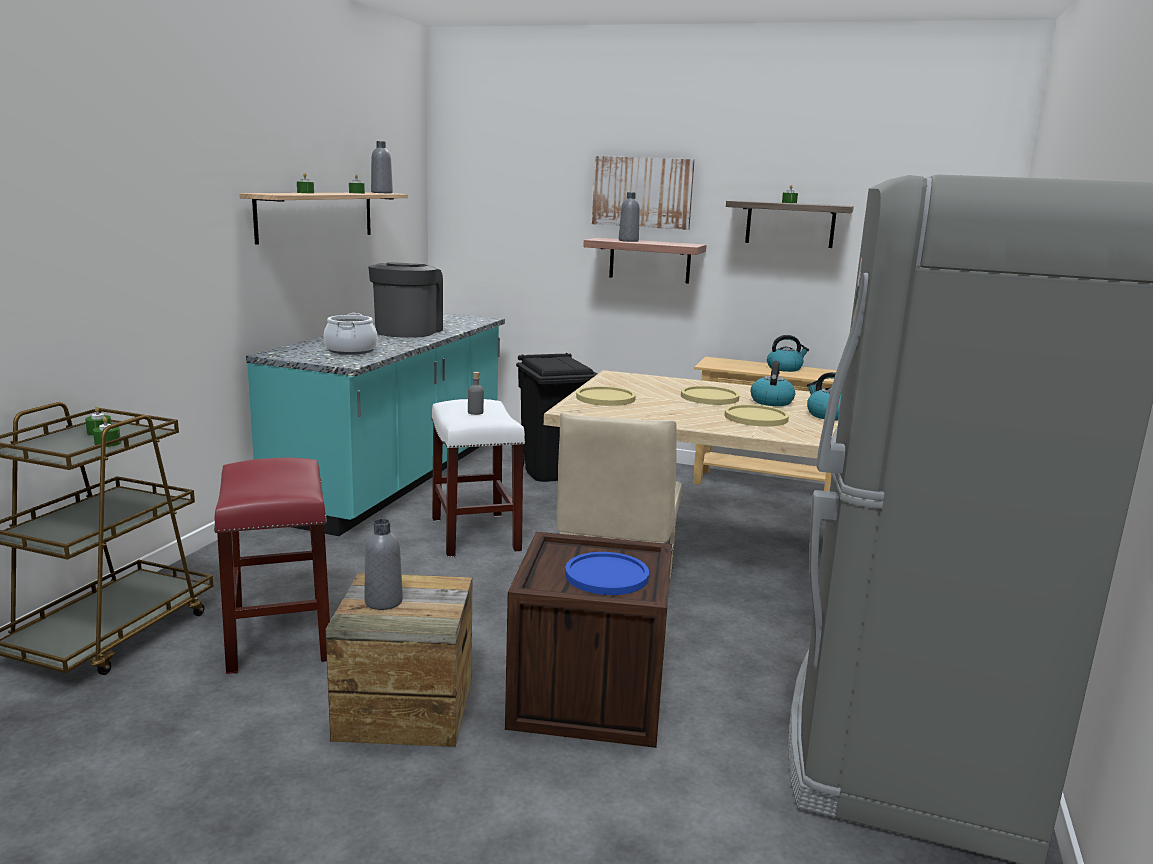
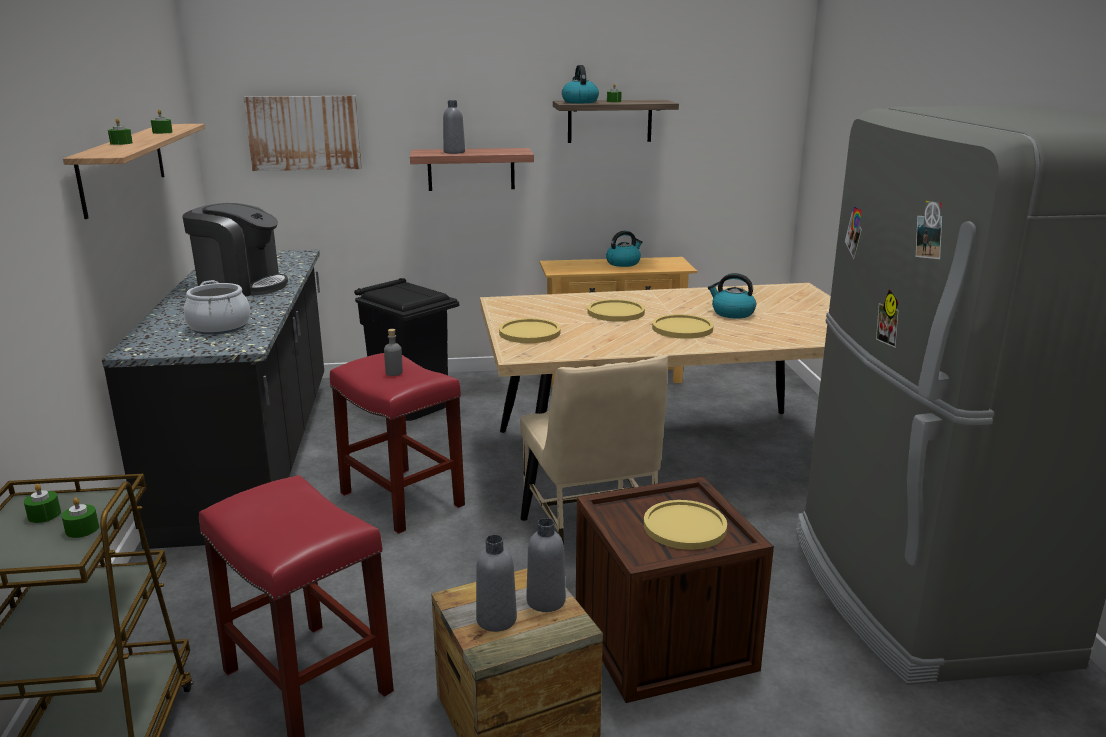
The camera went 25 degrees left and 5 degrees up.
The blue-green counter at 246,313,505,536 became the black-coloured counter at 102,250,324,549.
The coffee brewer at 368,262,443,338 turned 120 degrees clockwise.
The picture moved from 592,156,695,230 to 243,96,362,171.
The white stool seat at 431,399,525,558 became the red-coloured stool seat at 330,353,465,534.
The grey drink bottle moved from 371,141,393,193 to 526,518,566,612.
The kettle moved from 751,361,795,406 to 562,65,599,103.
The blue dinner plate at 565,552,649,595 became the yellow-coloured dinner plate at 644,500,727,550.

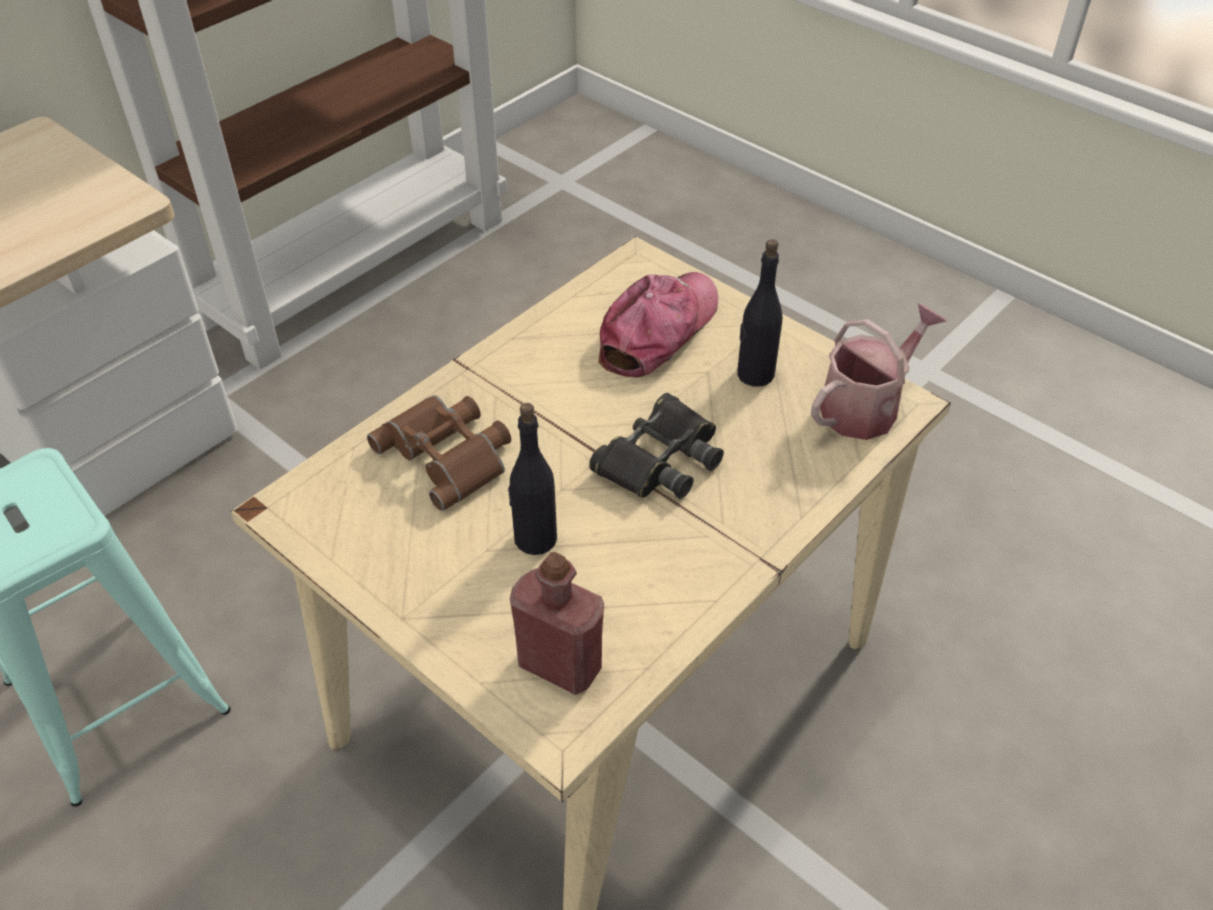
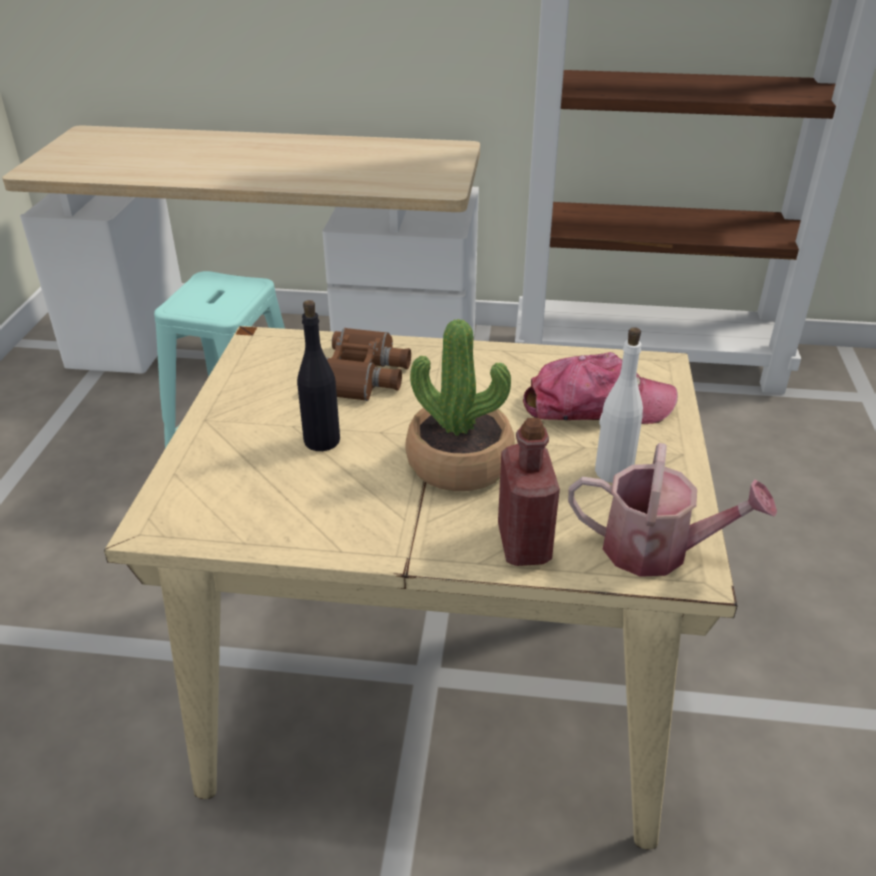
The camera went 55 degrees right and 10 degrees down.
The black-coloured binoculars at 589,393,724,499 was replaced by the houseplant at 405,319,515,491.
The red-coloured drink bottle moved from 510,552,604,695 to 498,418,560,566.
The black-coloured drink bottle at 737,239,782,387 became the white drink bottle at 595,327,643,483.

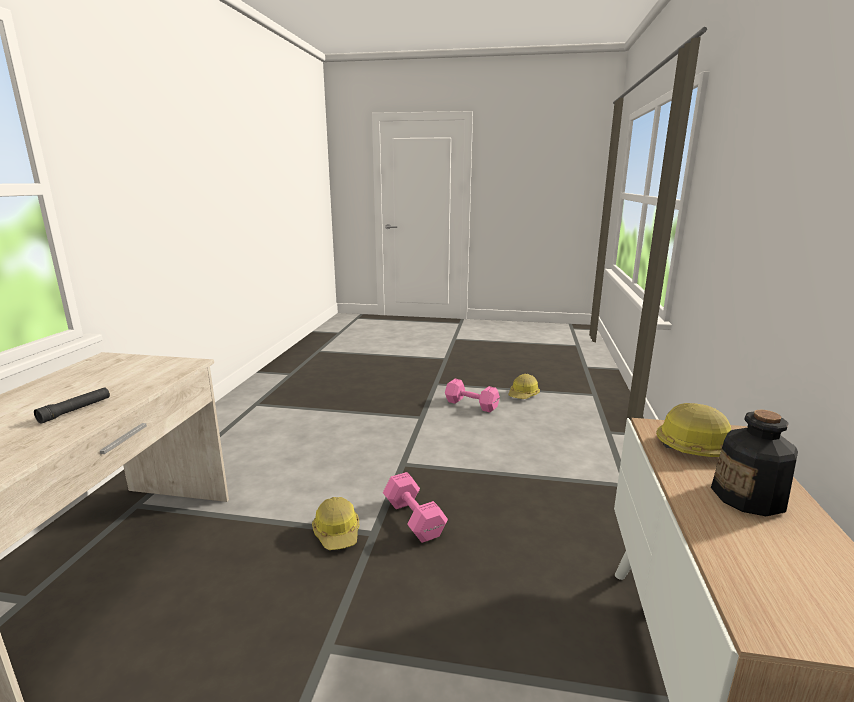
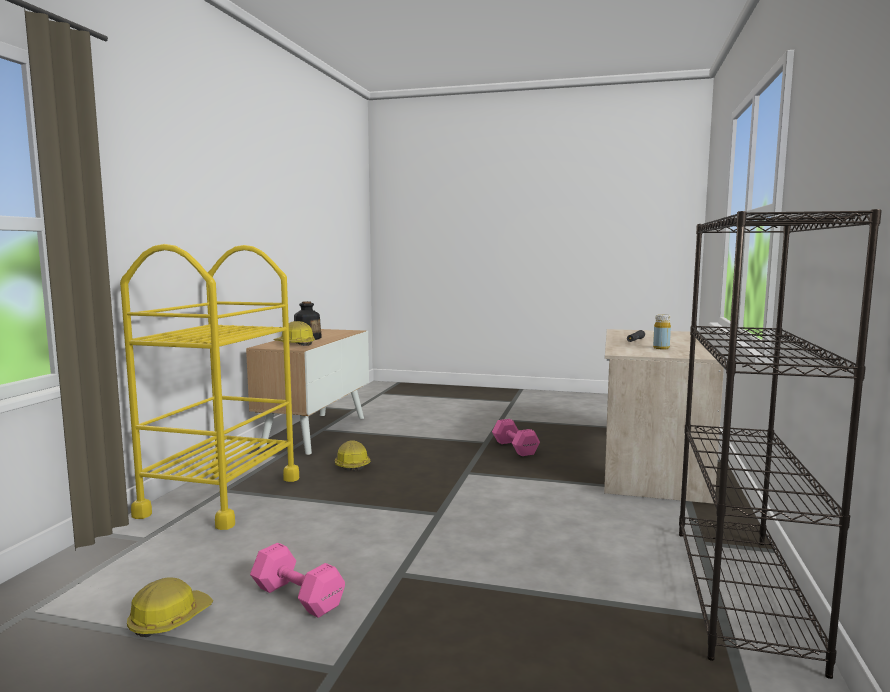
The camera went 175 degrees left and 10 degrees down.
The yellow-coloured cart at 120,244,299,530 appeared.
The hard hat moved from 312,497,359,550 to 335,440,371,471.
The pink-coloured dumbbell moved from 383,472,448,543 to 492,419,540,456.
The yellow-coloured drink bottle at 653,314,671,349 appeared.
The black-coloured bookshelf at 679,209,882,679 appeared.

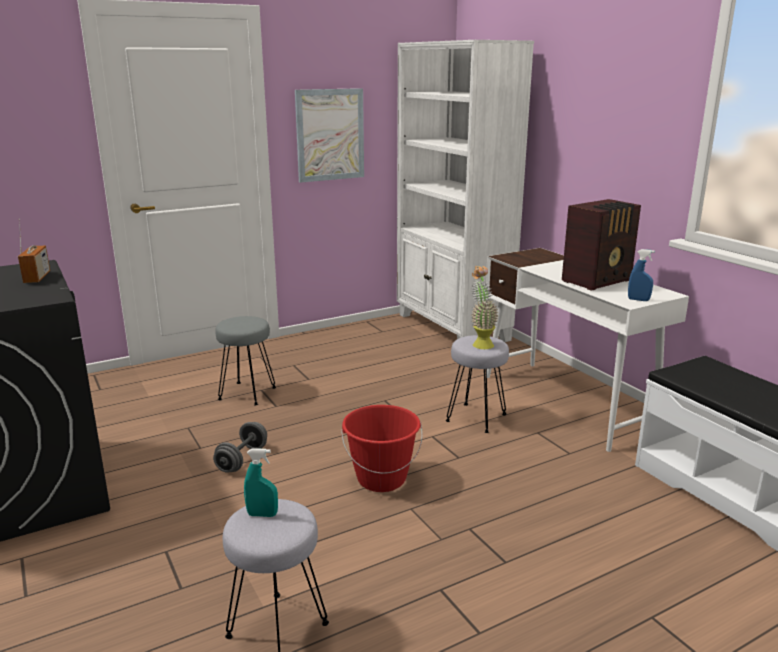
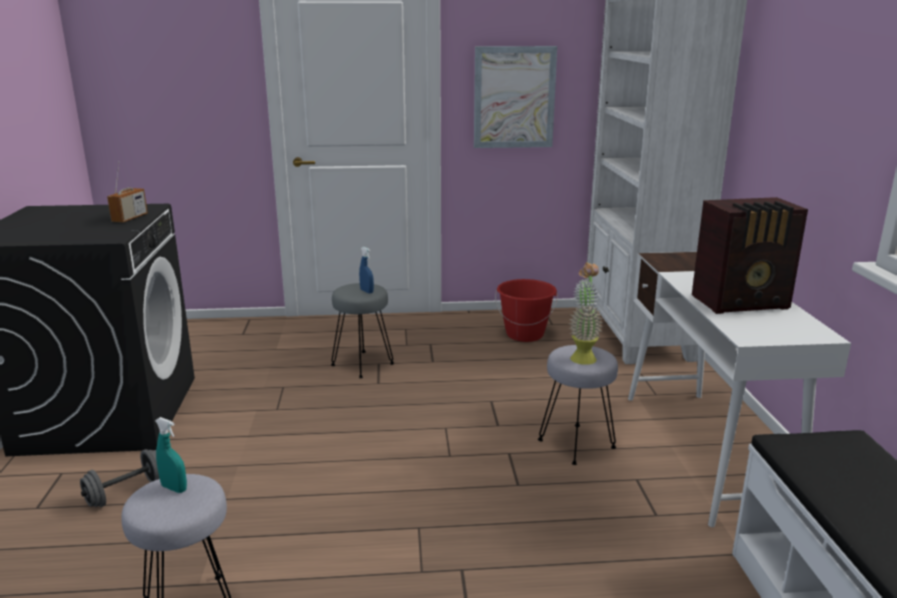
The camera went 25 degrees right and 0 degrees up.
The grey dumbbell moved from 213,422,267,473 to 80,449,160,507.
The blue spray bottle moved from 628,249,655,301 to 359,247,374,293.
The red-coloured pail moved from 341,405,423,492 to 495,279,558,342.

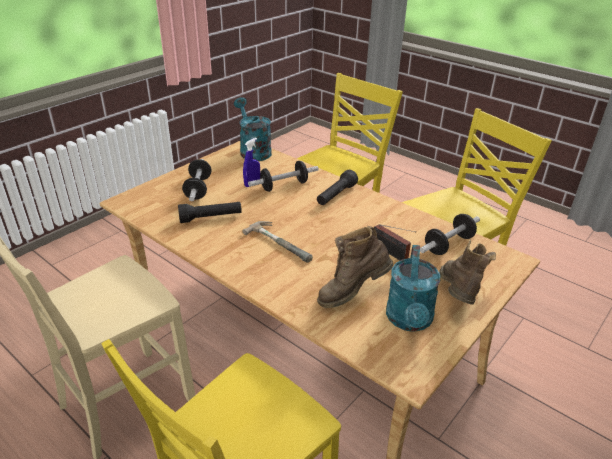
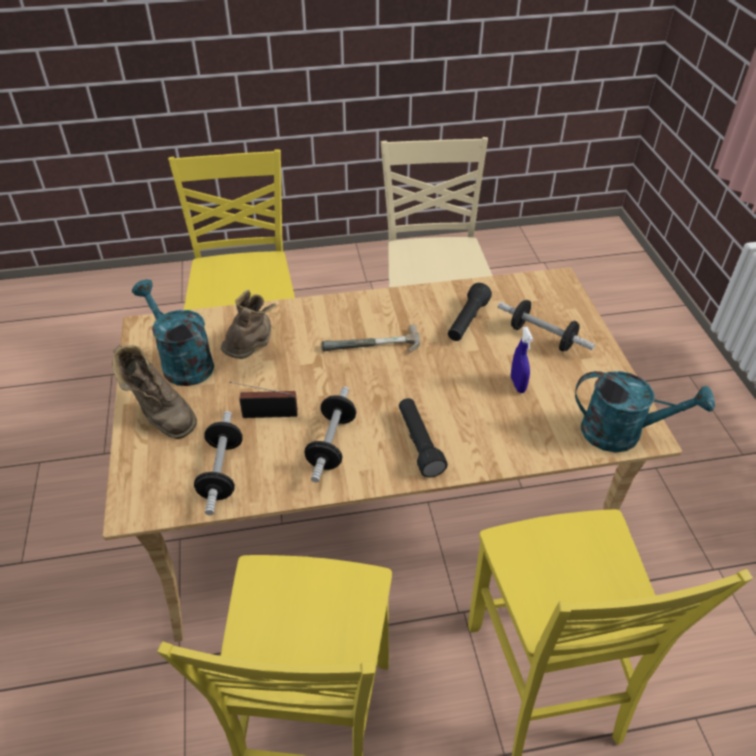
The camera went 130 degrees right and 10 degrees up.
The dumbbell moved from 248,161,319,192 to 304,387,356,483.

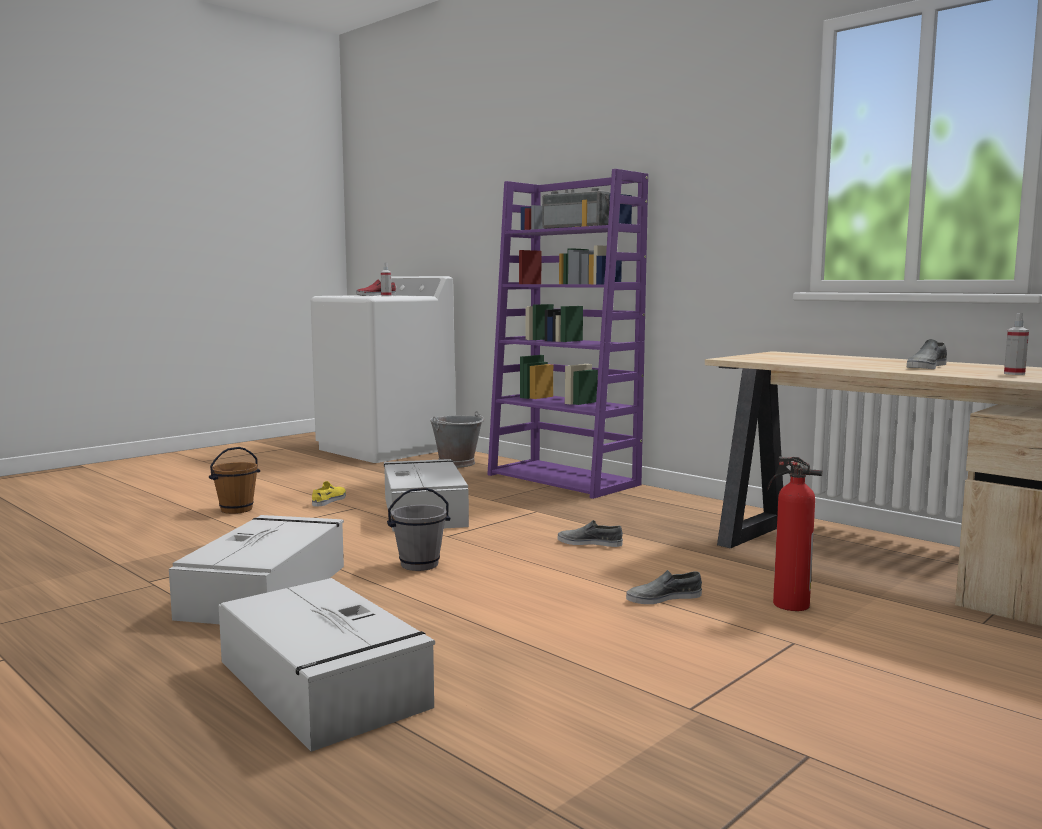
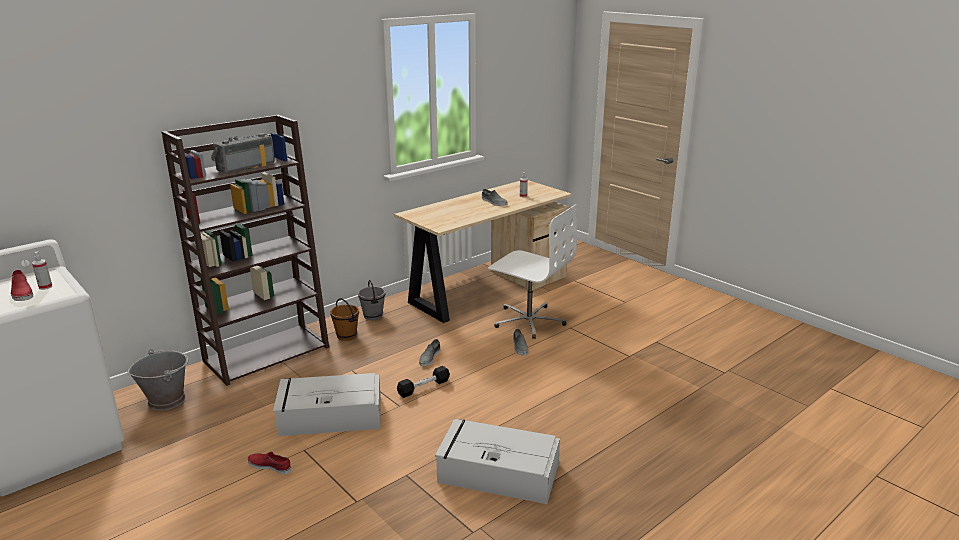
The camera went 85 degrees left and 15 degrees up.
The purplish bookshelf at 487,169,648,499 became the brown bookshelf at 162,115,329,386.
The yellow-coloured shoe at 312,481,346,507 became the red-coloured shoe at 248,452,291,474.
The brown pail moved from 209,447,260,514 to 330,298,359,341.
The grey pail moved from 387,487,450,571 to 358,280,385,321.
The black-coloured dumbbell at 397,366,450,398 appeared.
The fire extinguisher at 767,456,822,611 was replaced by the white computer chair at 488,204,577,339.
The grey storage box at 219,578,435,752 disappeared.

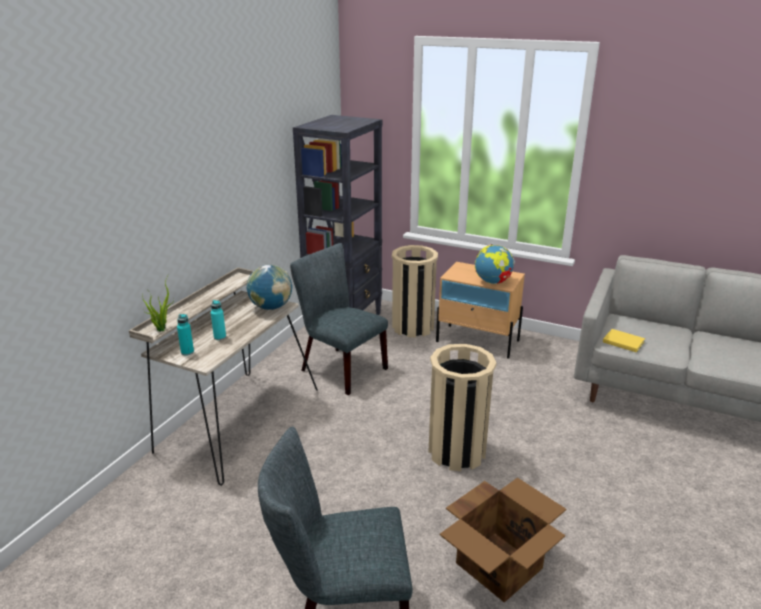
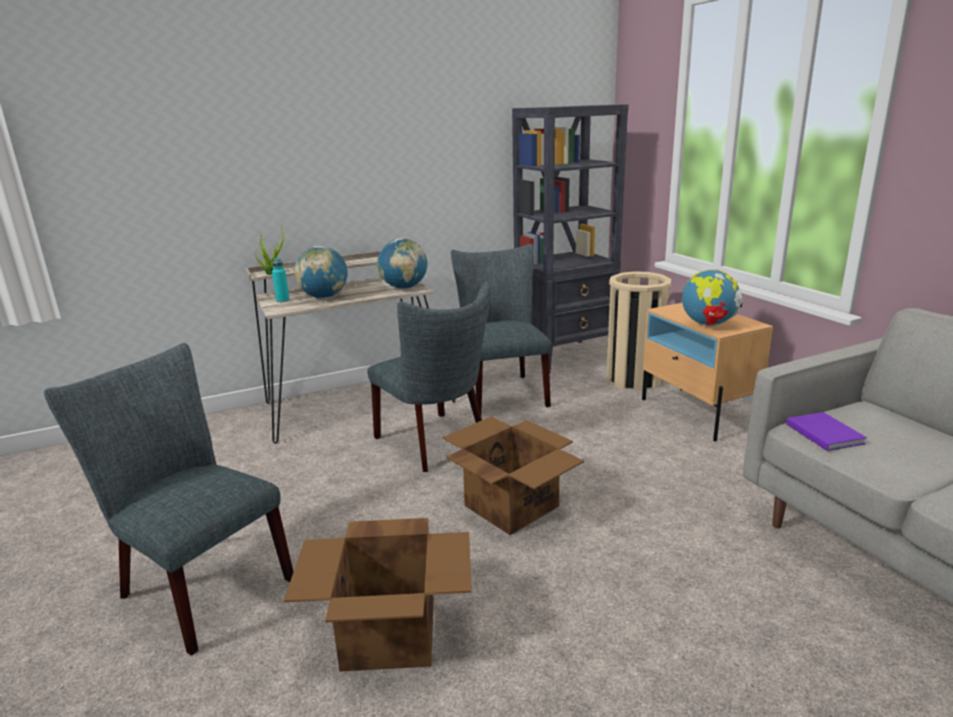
The camera went 40 degrees right and 5 degrees down.
The blue-green drink bottle at 211,300,226,340 was replaced by the globe at 295,246,348,299.
The grey plain chair at 367,282,491,472 appeared.
The beige trash can at 428,344,496,471 was replaced by the cardboard box at 443,417,584,535.
The yellow-coloured book at 603,329,645,352 became the purplish book at 786,412,867,451.

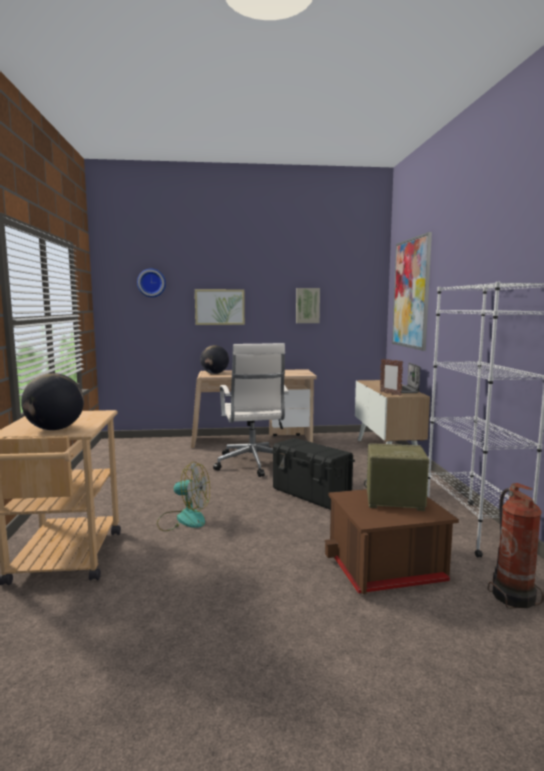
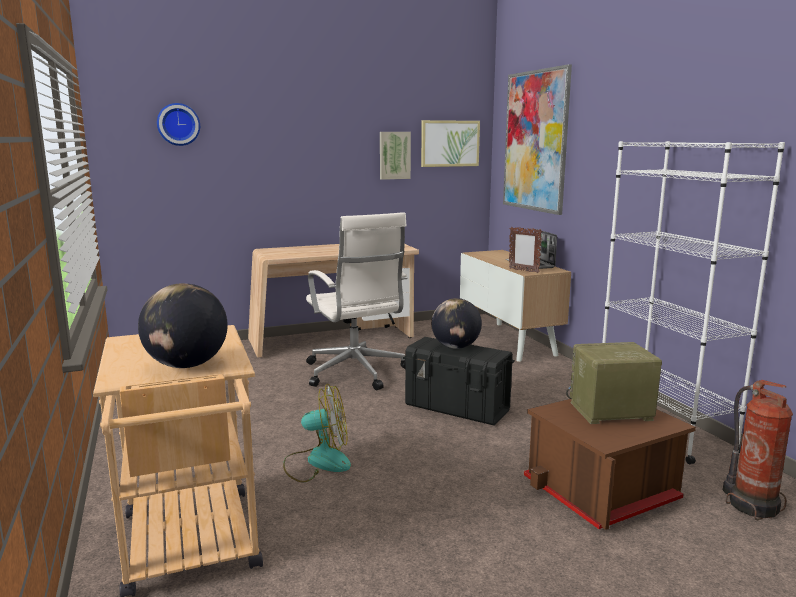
The camera went 15 degrees left and 5 degrees up.
The picture moved from 195,289,245,325 to 421,120,480,167.
The globe moved from 200,345,229,374 to 431,298,482,349.

